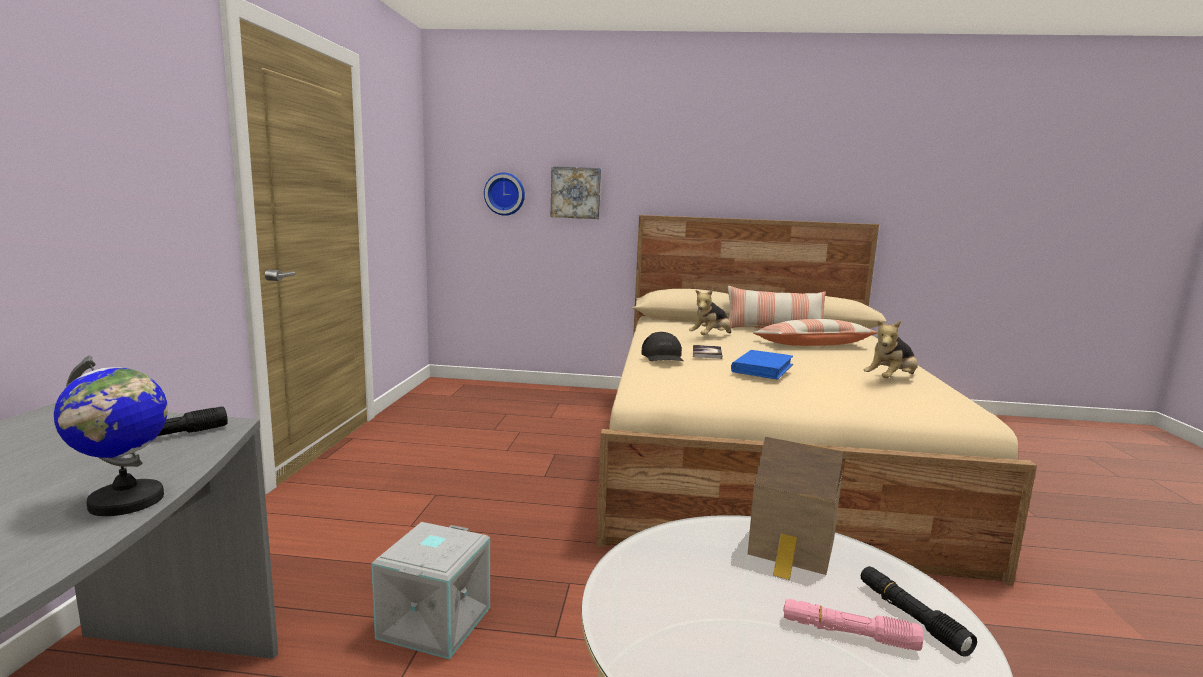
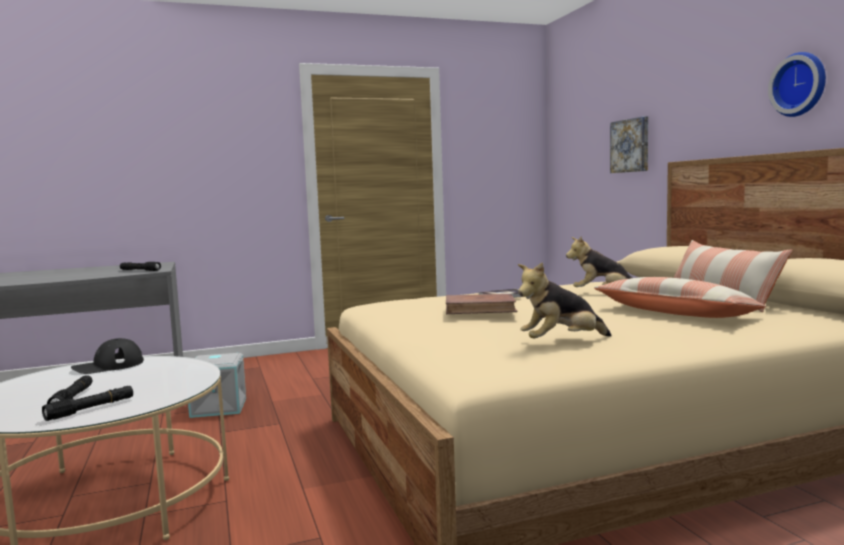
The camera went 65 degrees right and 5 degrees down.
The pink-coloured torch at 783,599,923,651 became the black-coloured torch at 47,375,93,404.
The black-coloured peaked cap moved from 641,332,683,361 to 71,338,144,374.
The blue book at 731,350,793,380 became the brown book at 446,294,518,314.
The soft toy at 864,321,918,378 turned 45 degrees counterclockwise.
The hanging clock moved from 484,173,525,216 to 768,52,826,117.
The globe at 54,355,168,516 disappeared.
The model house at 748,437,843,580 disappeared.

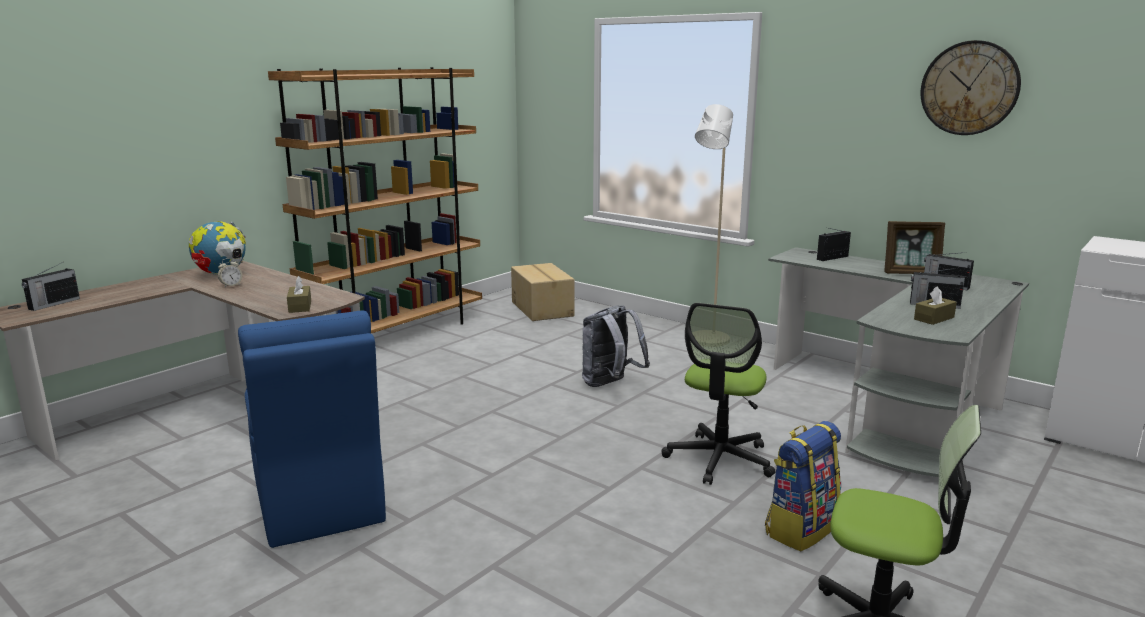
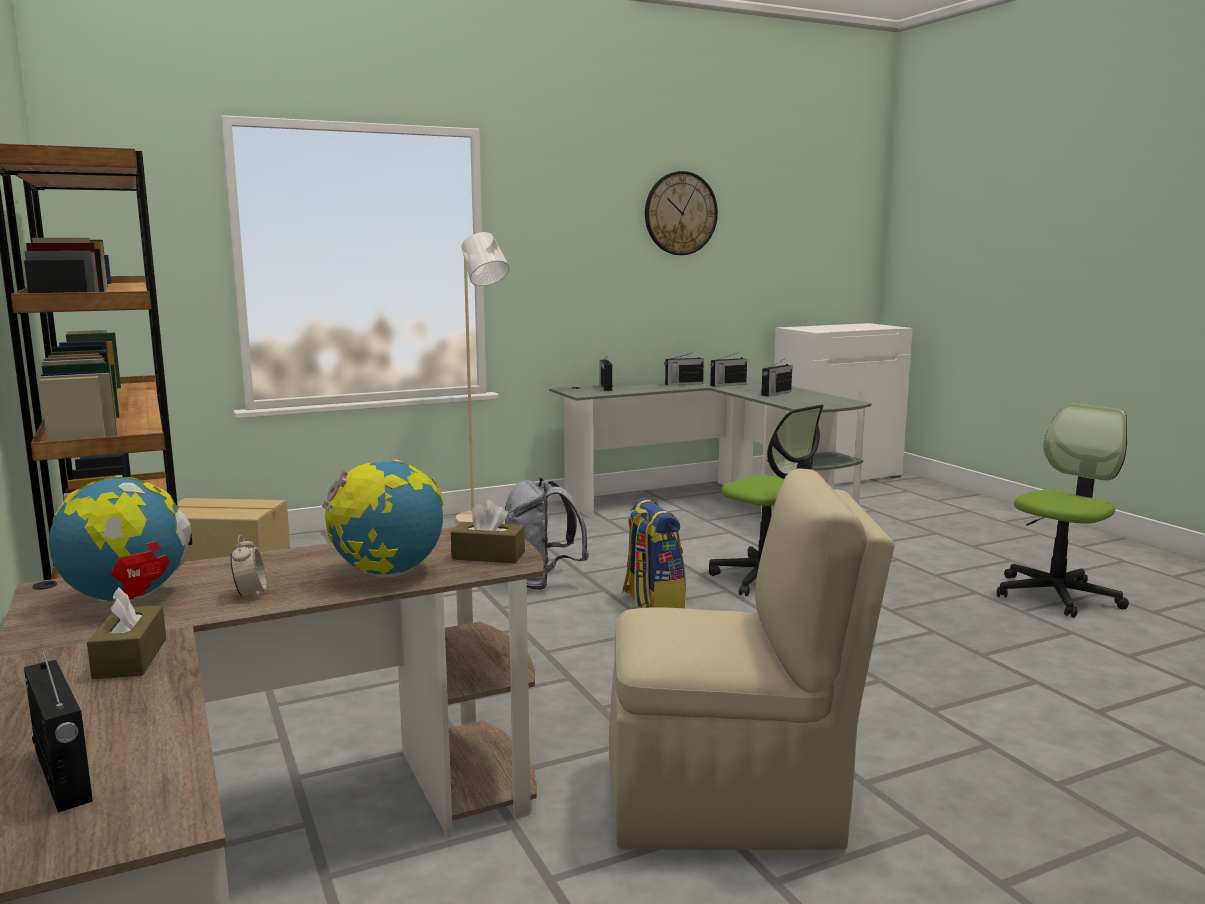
The camera went 65 degrees left and 5 degrees down.
The brown tissue box moved from 914,286,957,325 to 87,587,166,679.
The globe at 322,459,443,578 appeared.
The blue plain chair at 238,310,386,548 became the beige plain chair at 609,468,894,850.
The backpack moved from 765,421,841,551 to 622,498,686,609.
The standing frame at 884,221,945,274 was replaced by the radio at 664,352,704,385.

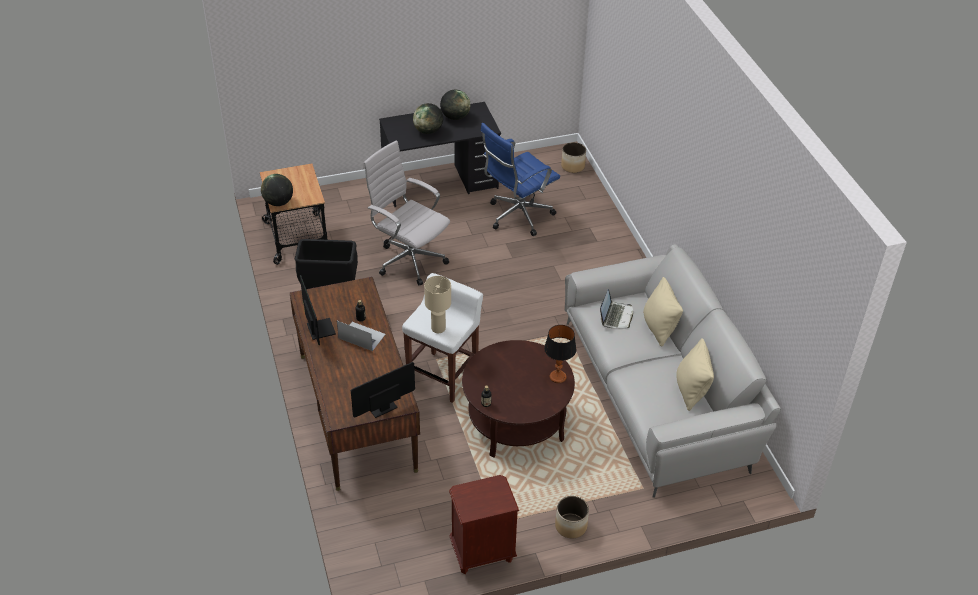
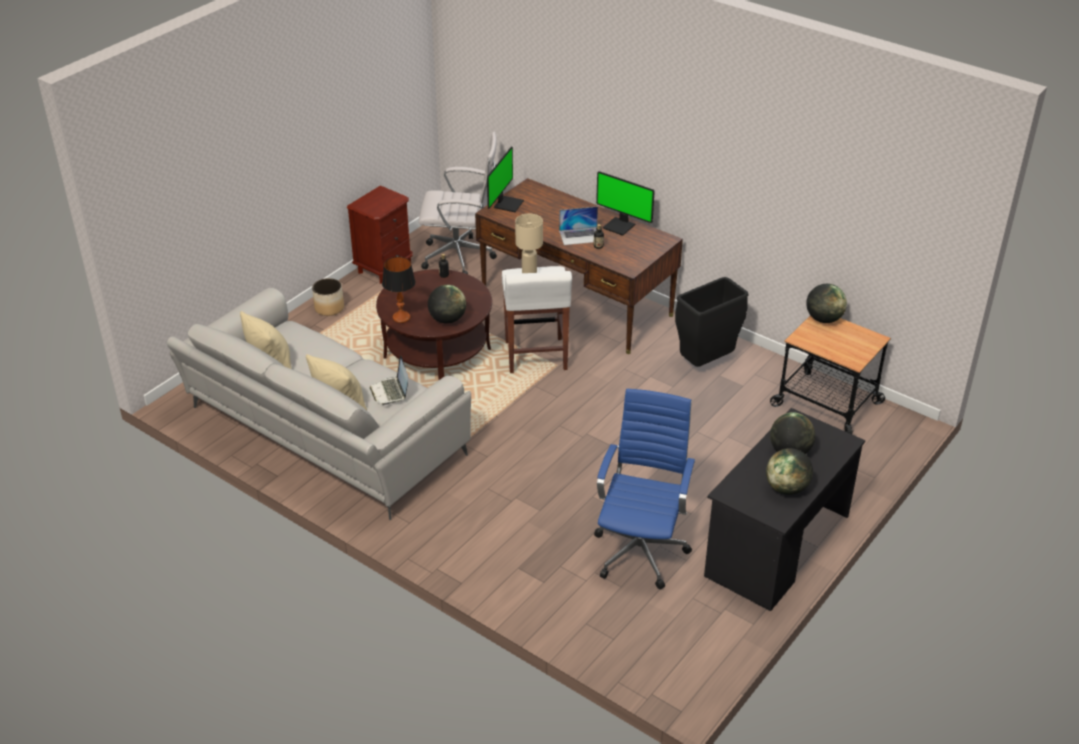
The camera went 145 degrees right and 5 degrees down.
The white computer chair moved from 363,141,450,286 to 419,132,497,274.
The globe at 428,285,466,324 appeared.
The plant pot at 561,142,586,173 disappeared.

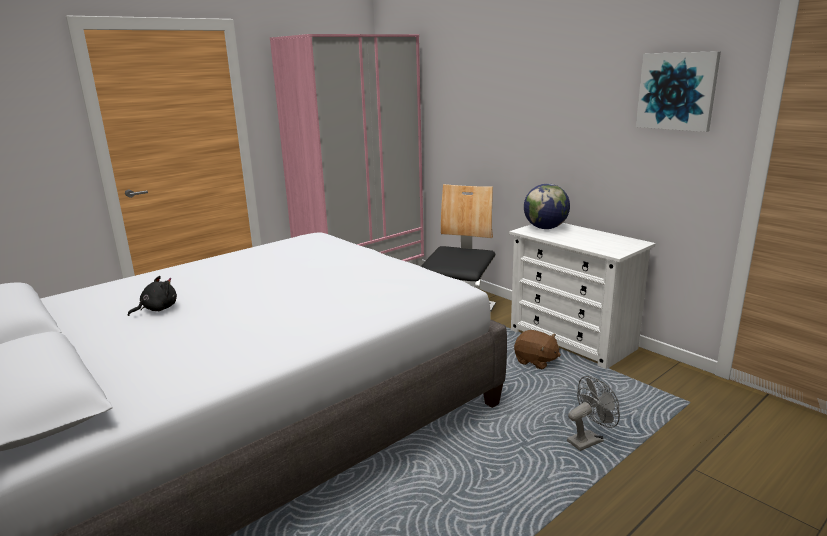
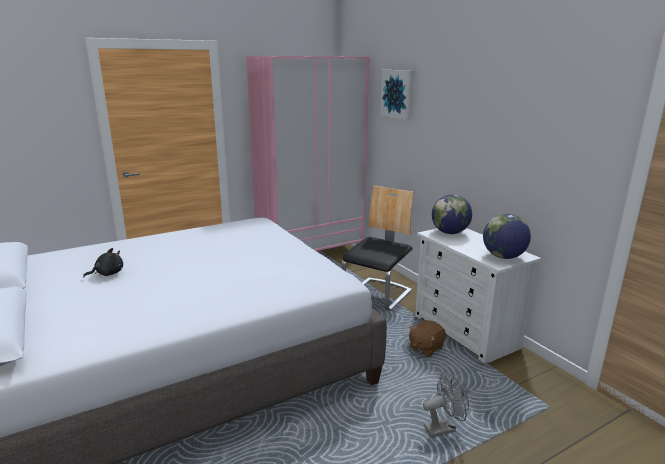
The camera went 10 degrees right and 0 degrees up.
The picture moved from 636,51,721,132 to 380,70,414,120.
The brown soft toy at 514,330,561,370 turned 90 degrees clockwise.
The globe at 483,214,531,259 appeared.

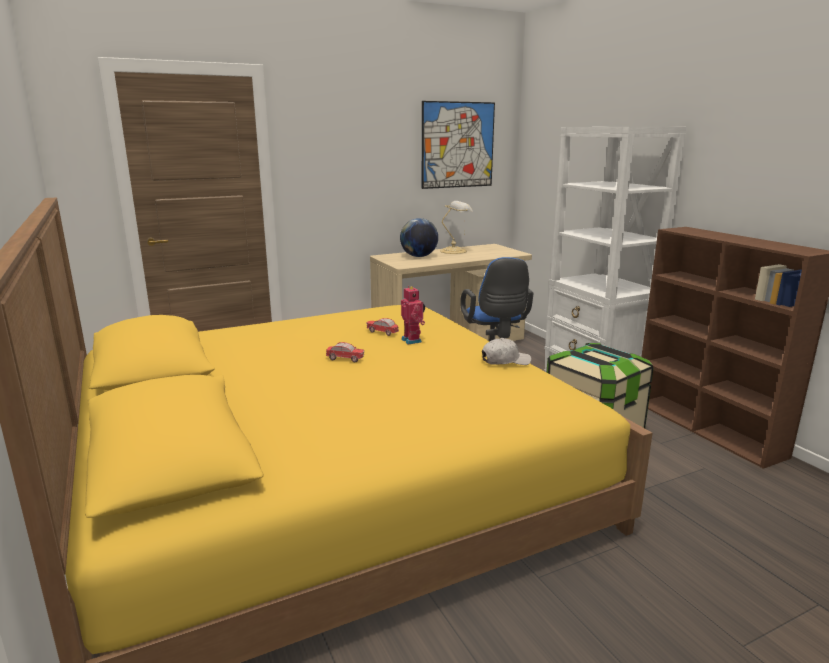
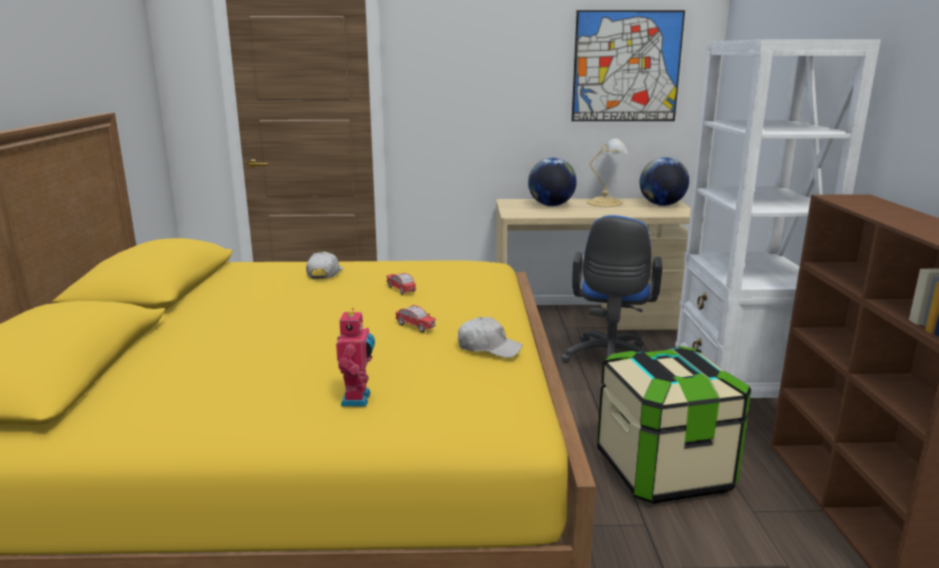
The camera went 25 degrees right and 0 degrees up.
The white peaked cap at 306,252,343,279 appeared.
The model robot moved from 401,286,425,345 to 336,308,375,406.
The toy car moved from 326,342,364,363 to 395,305,436,333.
The globe at 640,157,689,206 appeared.

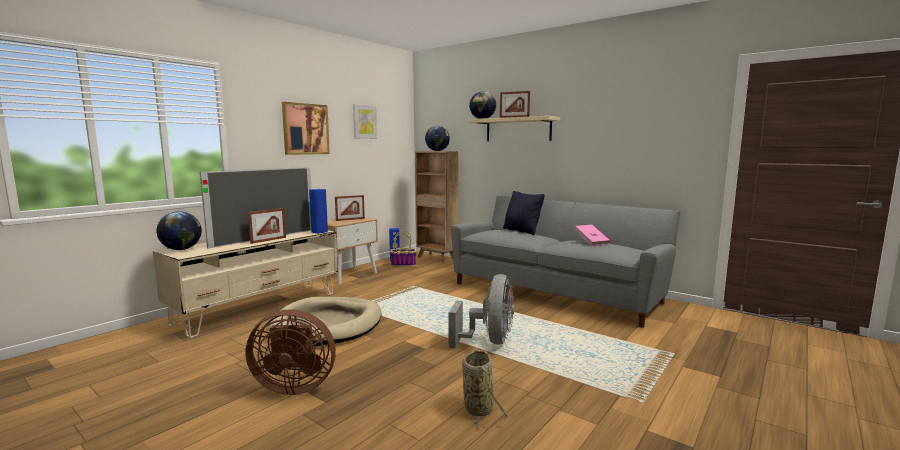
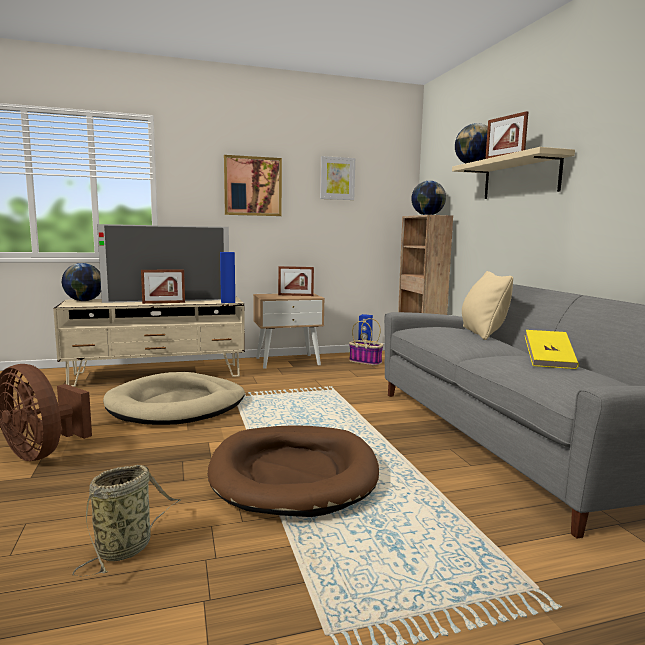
The camera went 35 degrees right and 0 degrees up.
The grey electric fan at 449,274,515,348 was replaced by the brown pet bed at 208,425,379,517.
The black-coloured pillow at 503,191,545,235 became the beige pillow at 462,271,513,340.
The pink-coloured book at 574,225,610,246 became the yellow-coloured book at 525,330,579,369.

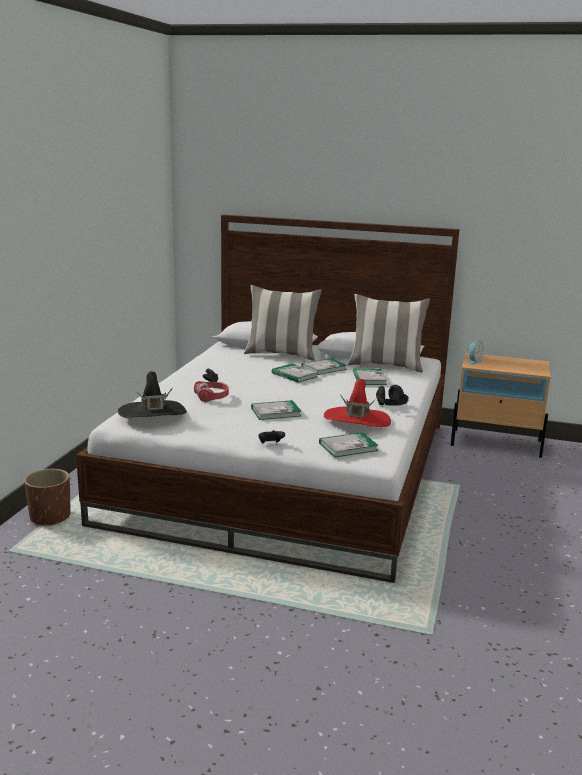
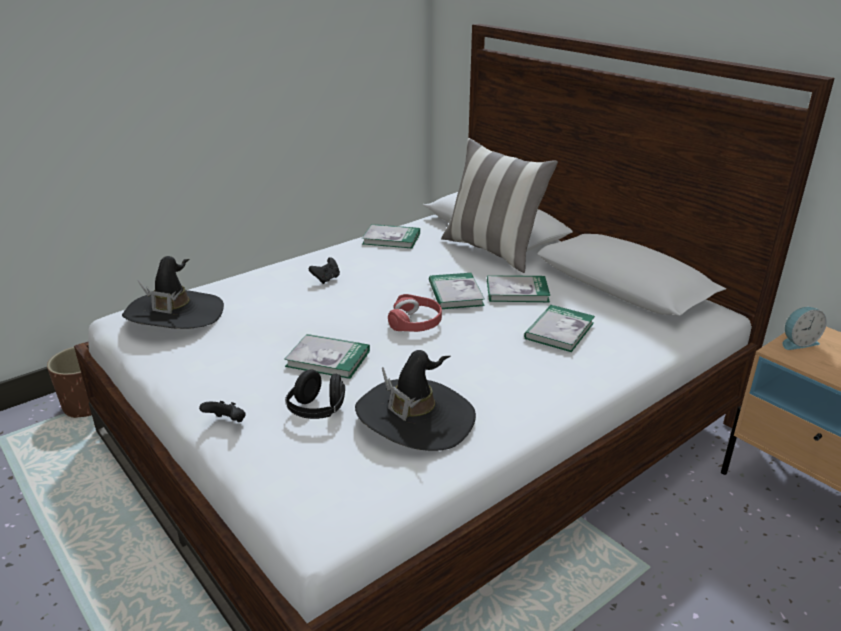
The camera went 35 degrees right and 10 degrees up.
The black-coloured headset moved from 376,385,409,406 to 285,369,345,419.
The red-coloured wearable hat at 324,379,391,427 became the black-coloured wearable hat at 355,350,476,451.
The book moved from 319,432,379,458 to 362,224,420,249.
The red-coloured headset moved from 194,381,229,402 to 388,294,442,332.
The pillow at 348,294,430,373 disappeared.

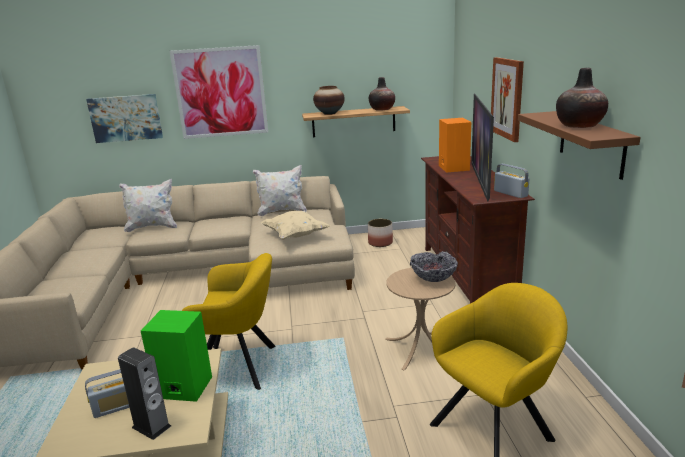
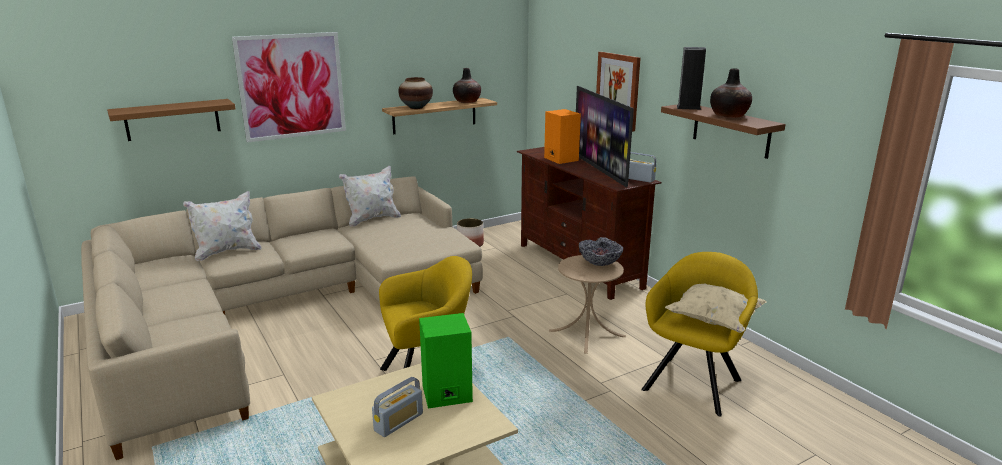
The camera went 25 degrees left and 0 degrees up.
The picture at 86,94,163,143 was replaced by the brown shelf at 107,99,235,141.
The beige pillow moved from 261,211,330,240 to 665,284,767,333.
The speaker moved from 118,347,171,440 to 677,47,706,110.

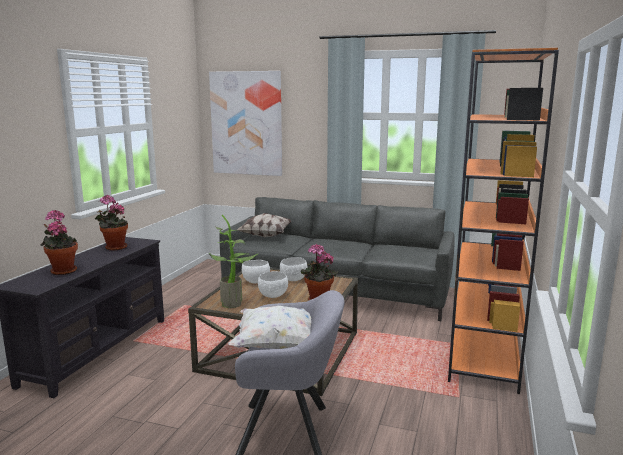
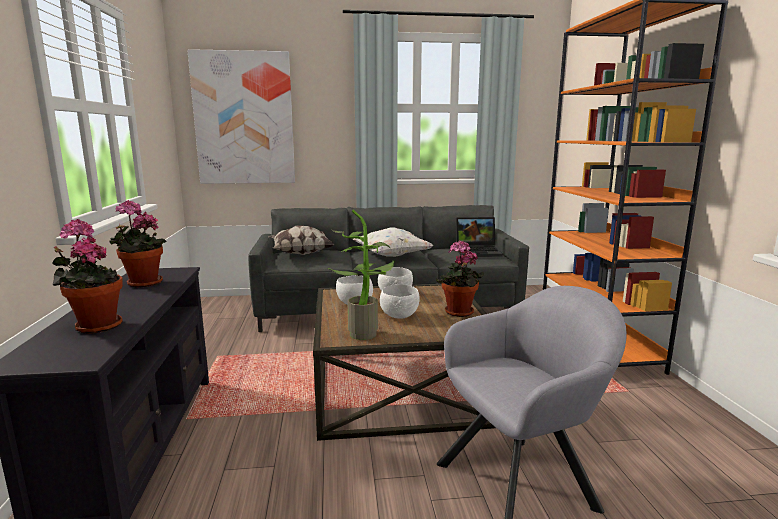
The camera went 25 degrees left and 0 degrees up.
The white pillow moved from 228,306,311,349 to 352,228,434,257.
The laptop at 456,217,503,257 appeared.

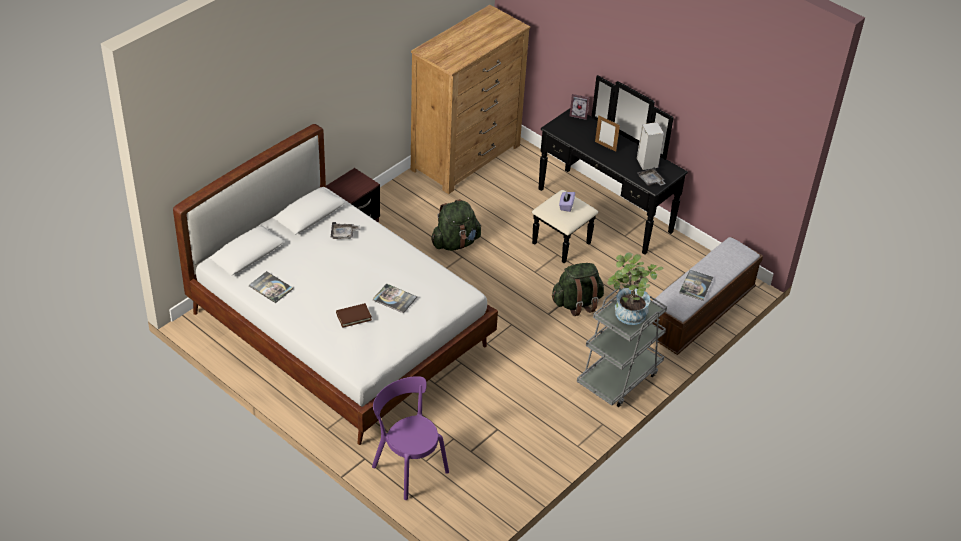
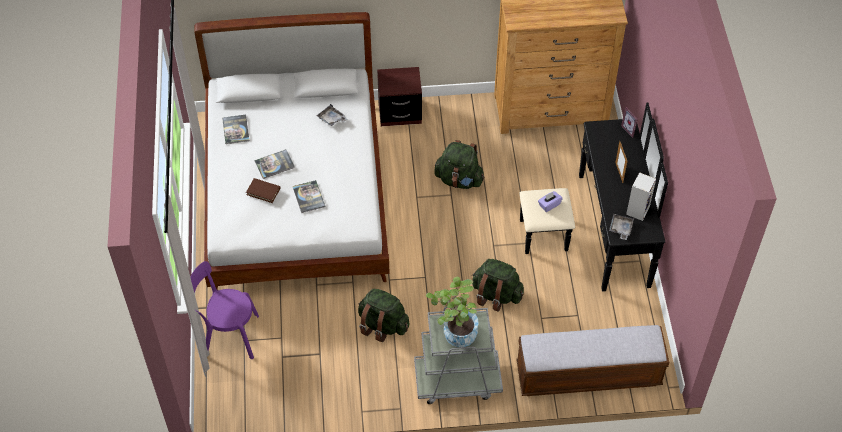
The camera went 45 degrees right and 10 degrees up.
The purplish plain chair at 372,376,449,500 turned 90 degrees counterclockwise.
The book moved from 679,270,713,301 to 255,149,295,179.
The green-coloured backpack at 358,289,409,342 appeared.

